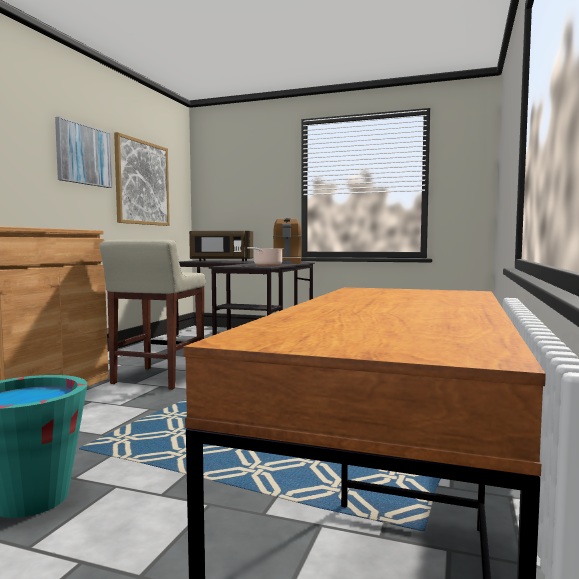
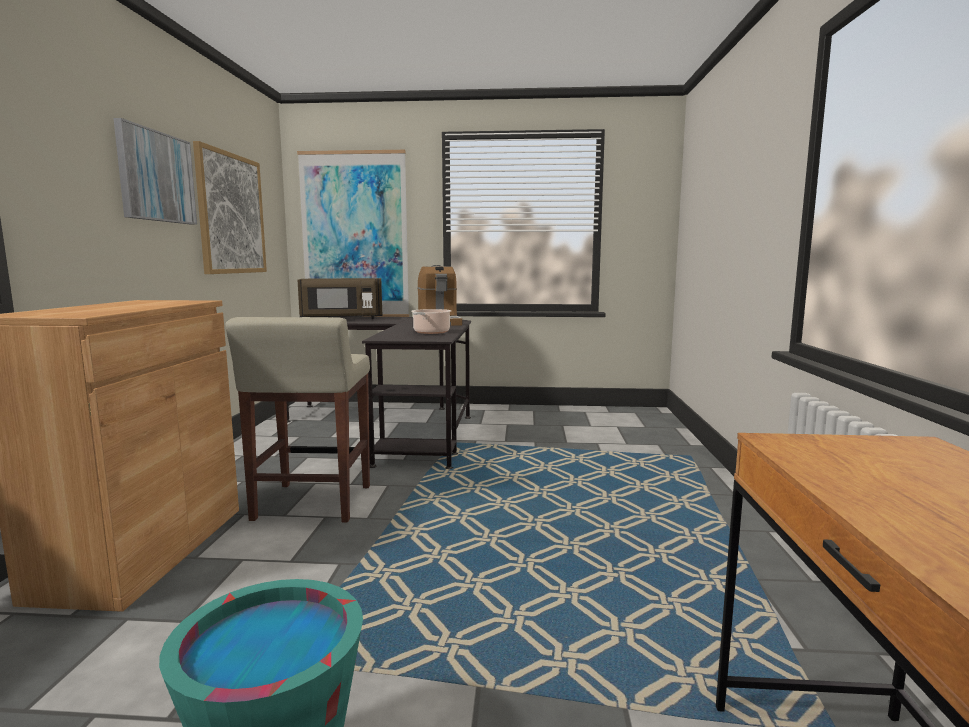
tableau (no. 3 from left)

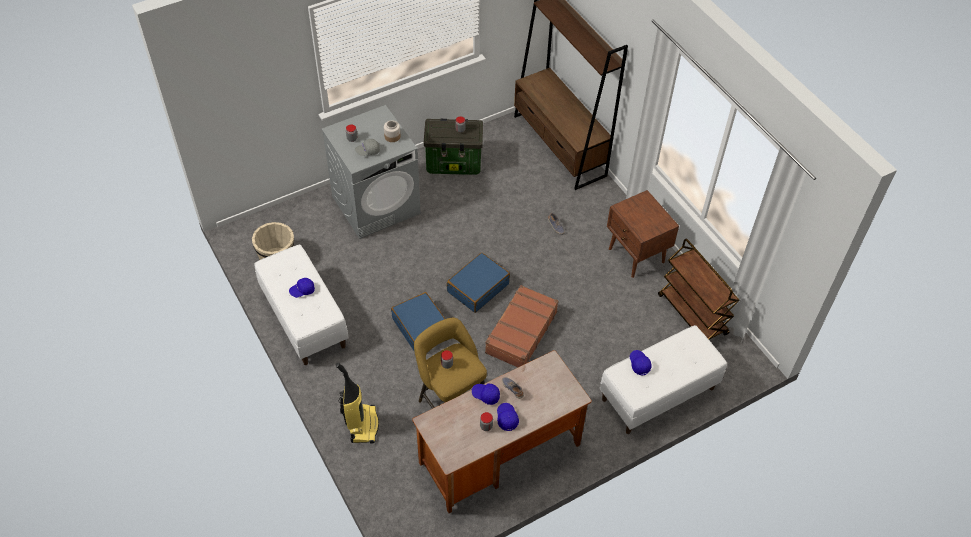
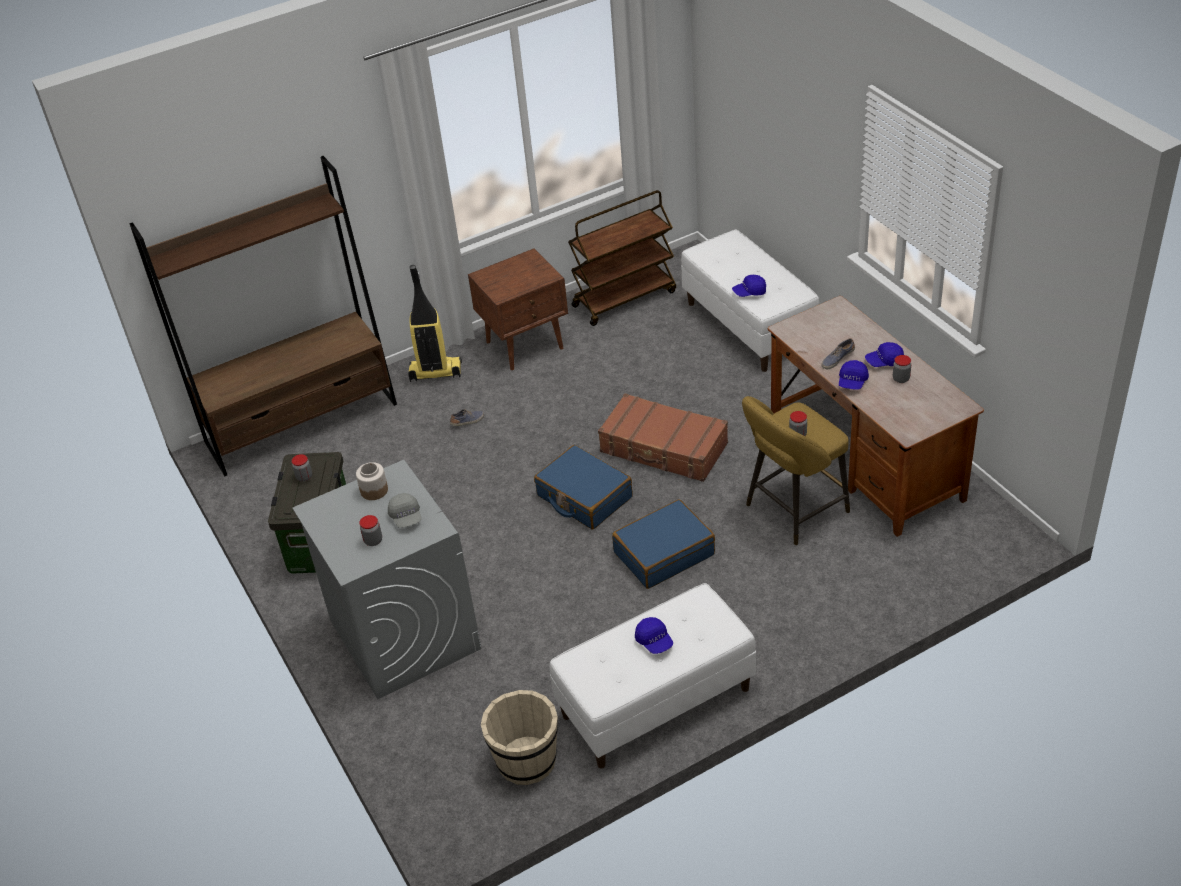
aspirateur

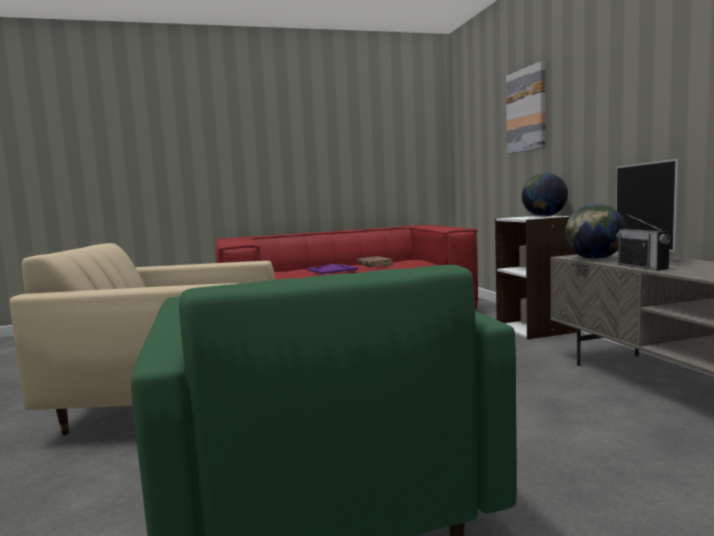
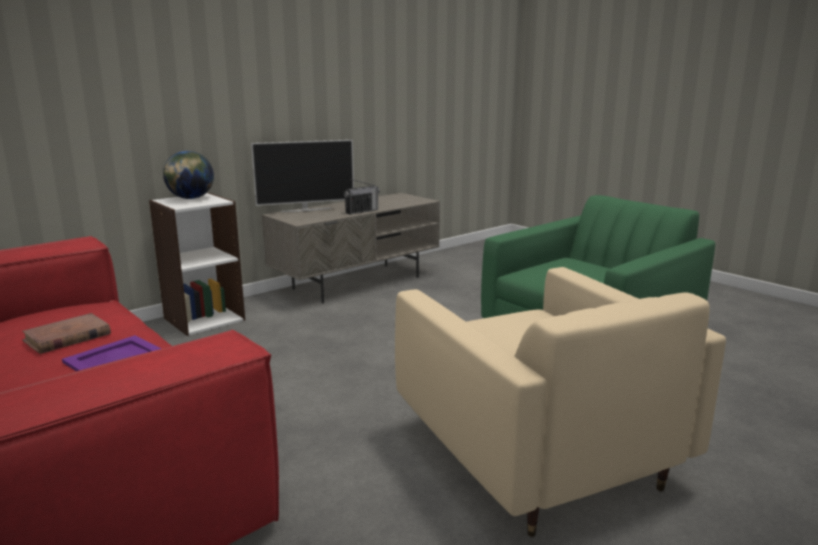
tableau
globe (no. 2 from left in the first image)

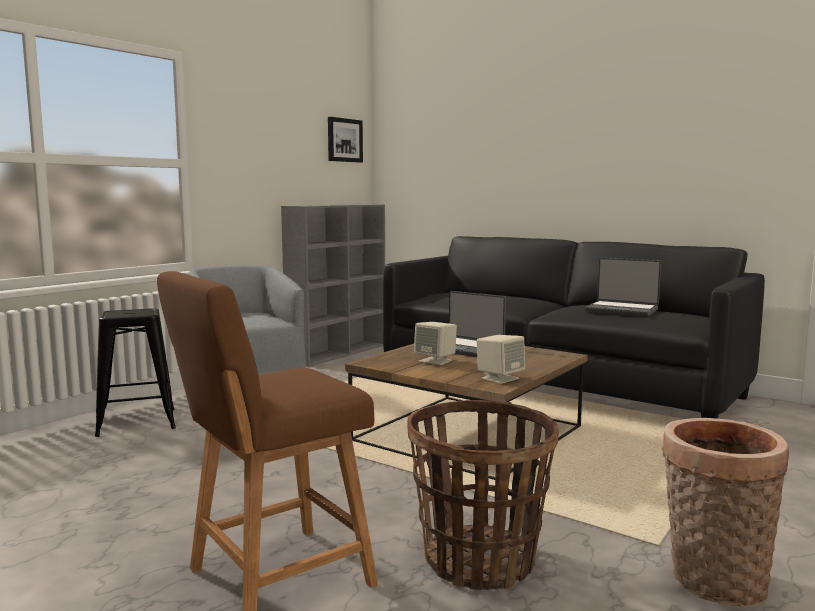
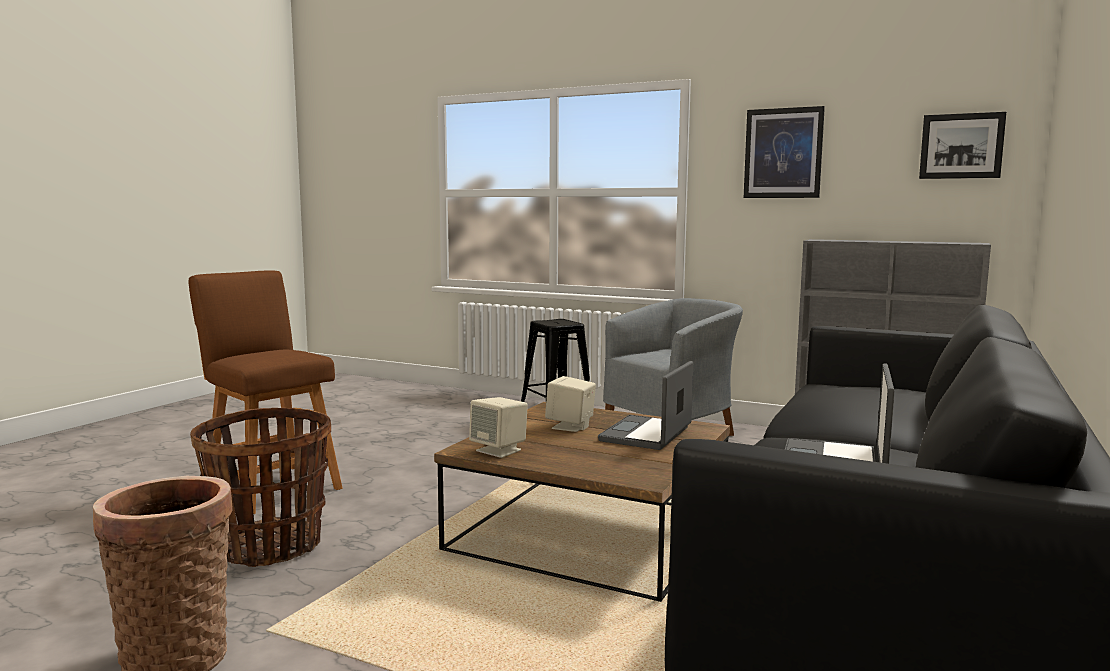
tableau (no. 1 from left)

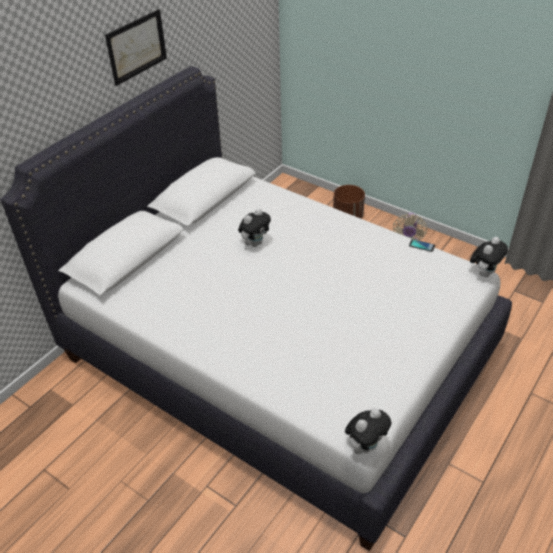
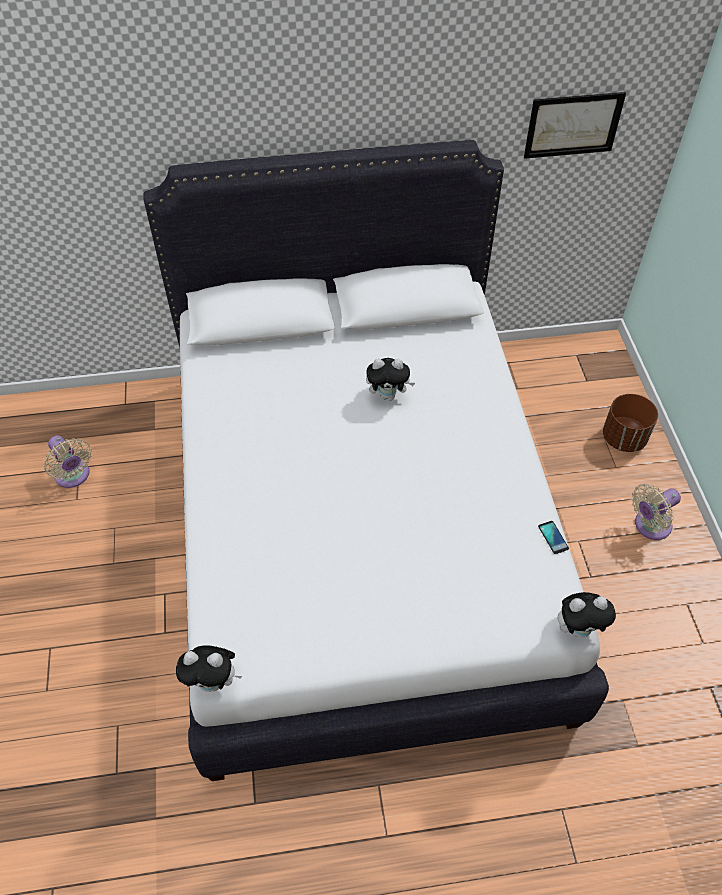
ventilateur (beige) (no. 1 from left)
tableau

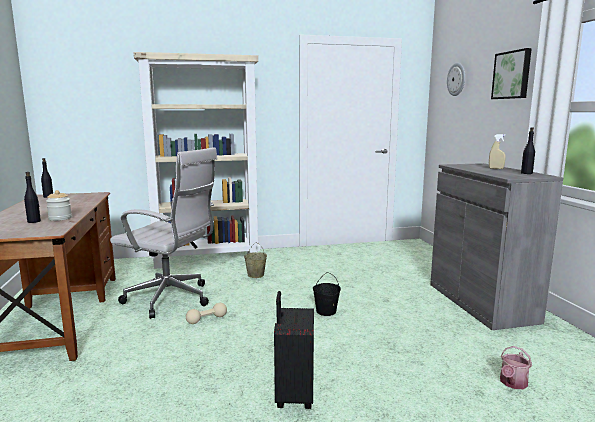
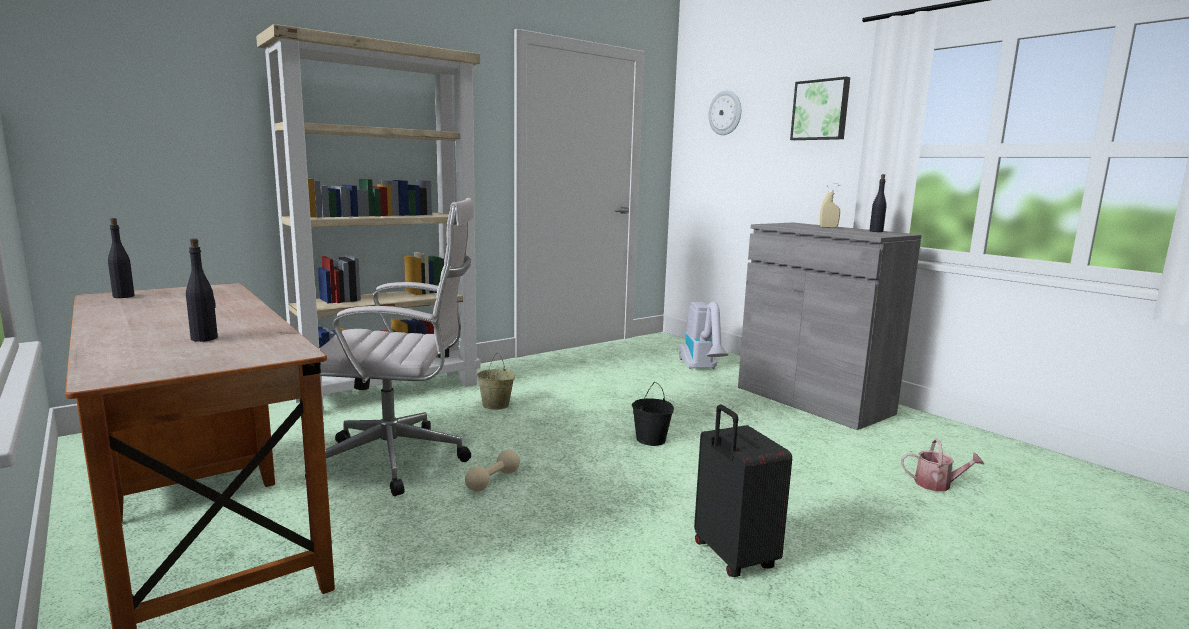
bocal
aspirateur
arrosoir

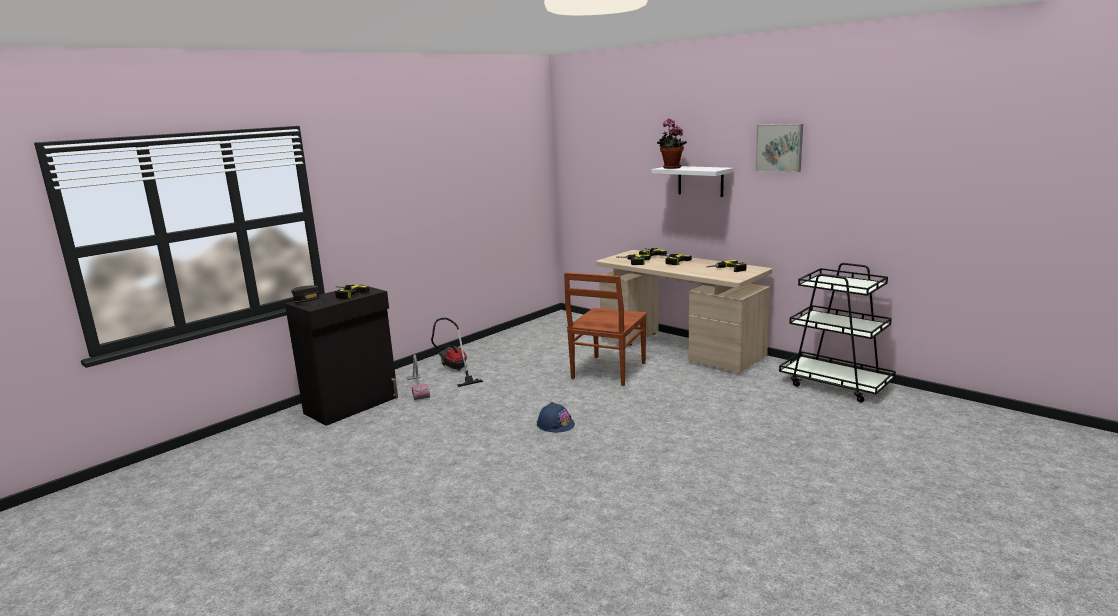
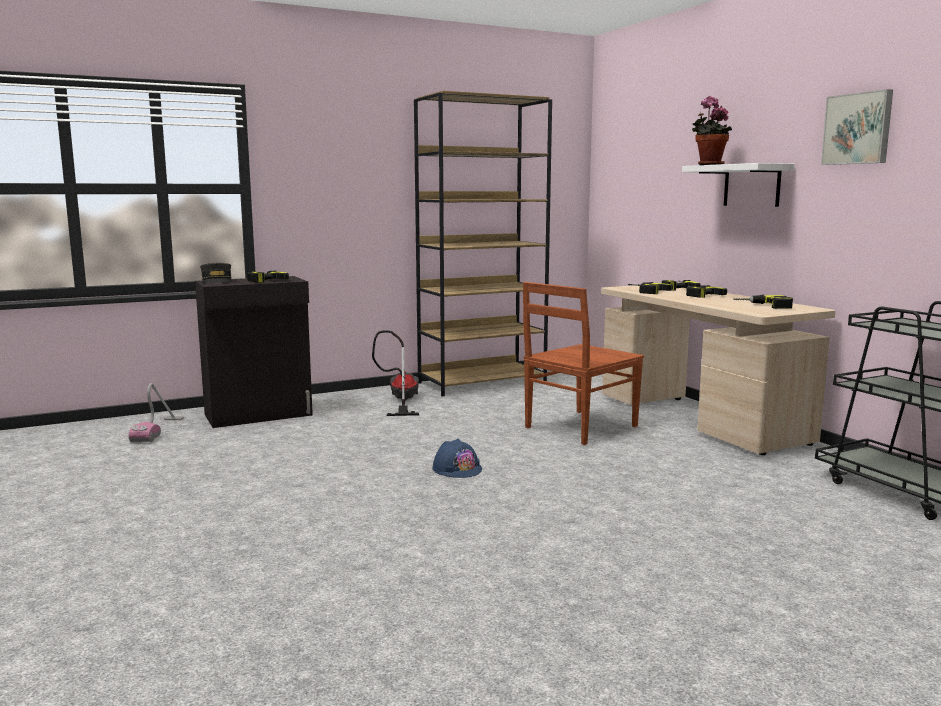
bibliothèque (marron)
aspirateur (no. 1 from left)

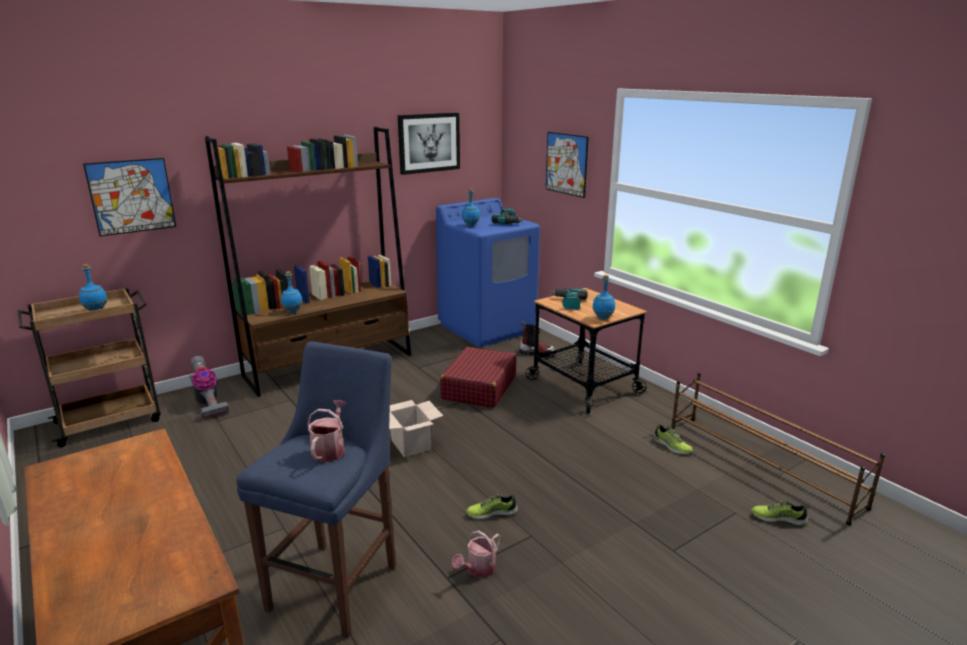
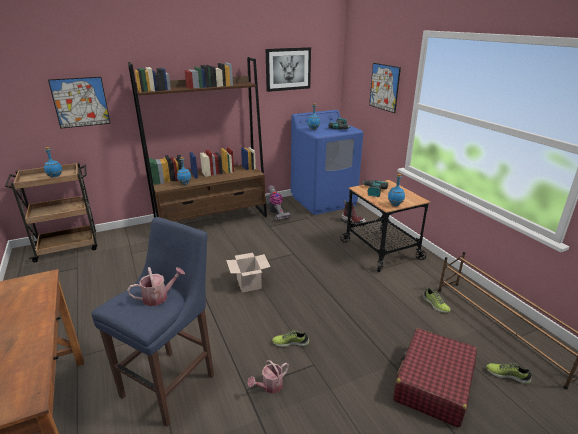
aspirateur
valise (rouge)
arrosoir (no. 1 from left)

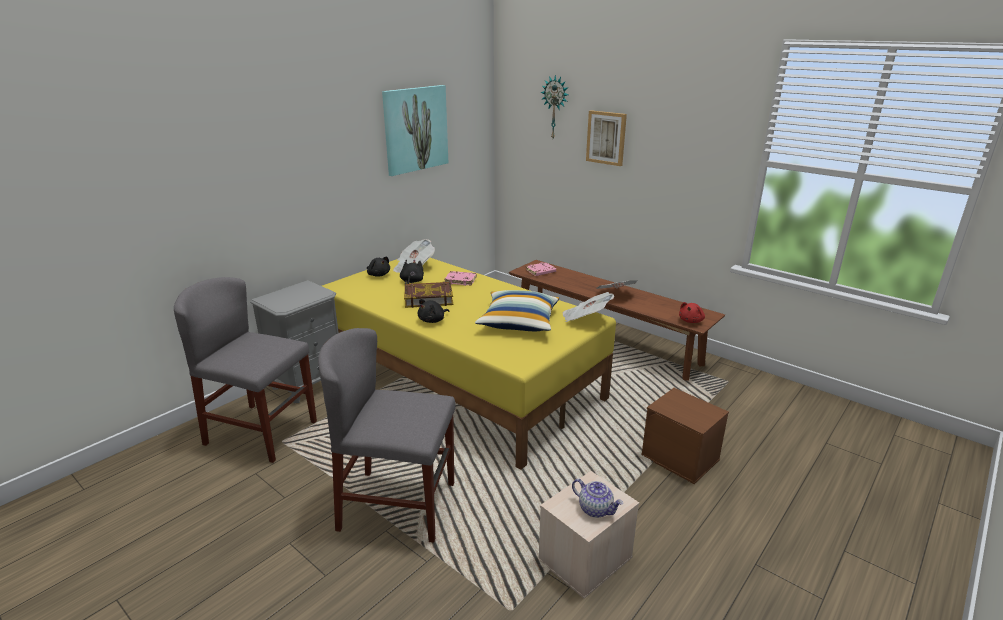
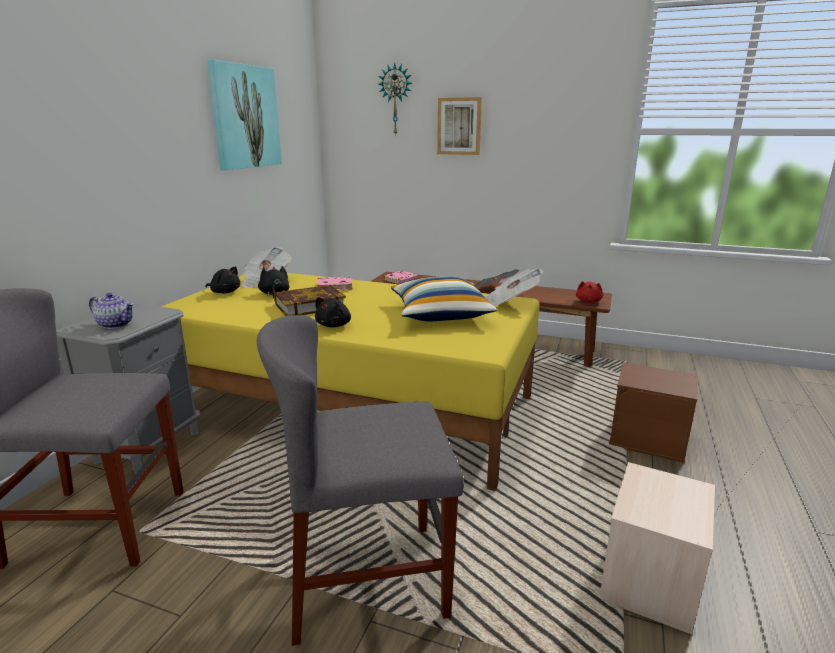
théière

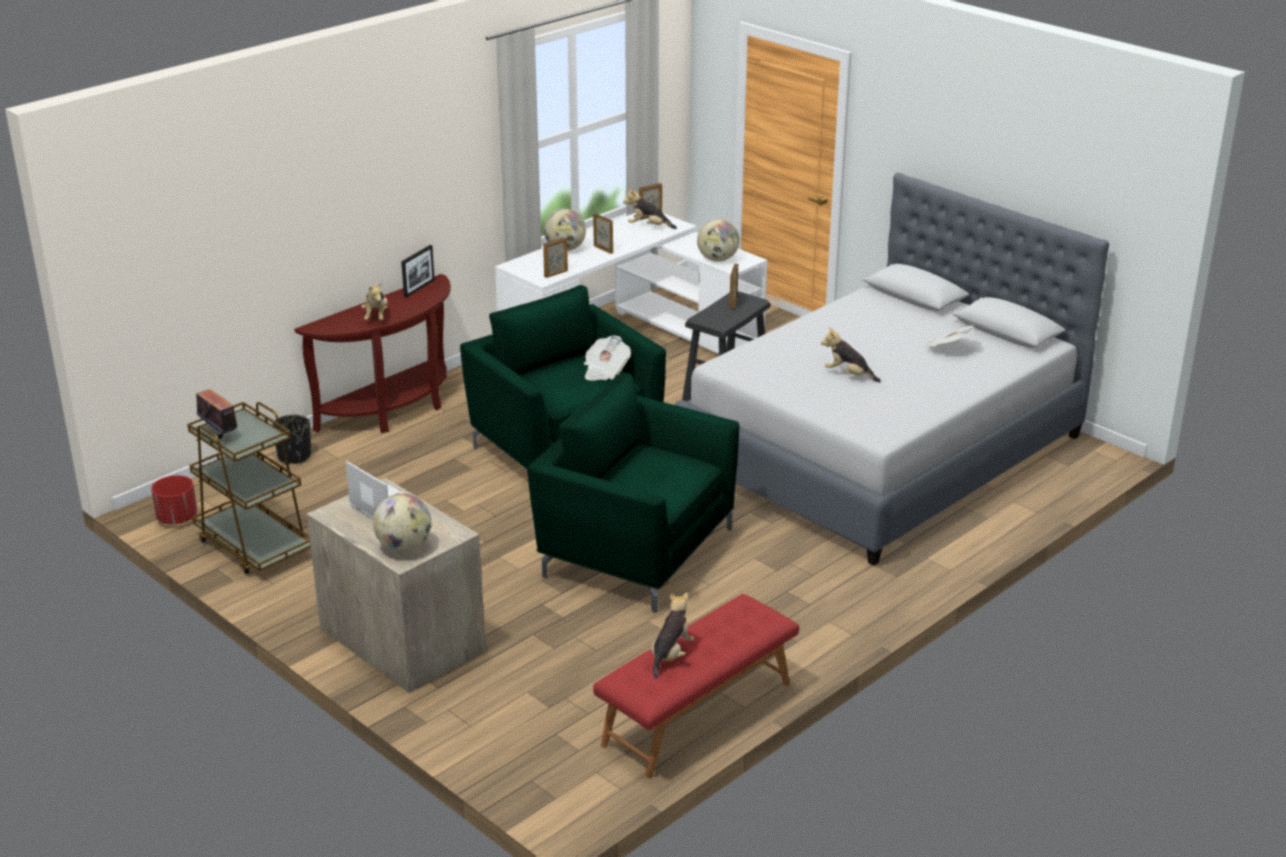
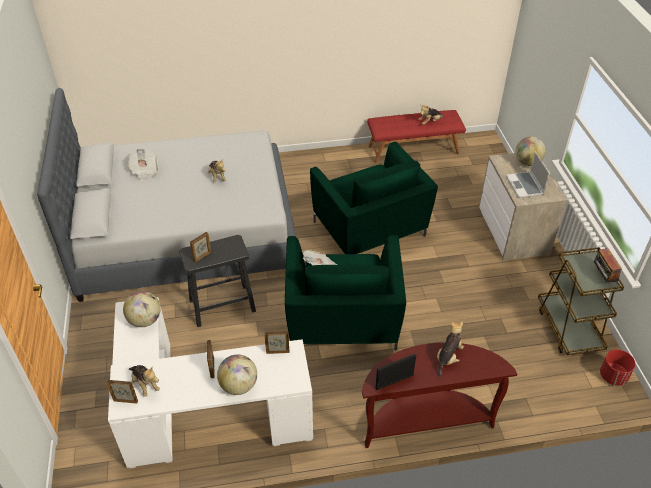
cache-pot (noir)

